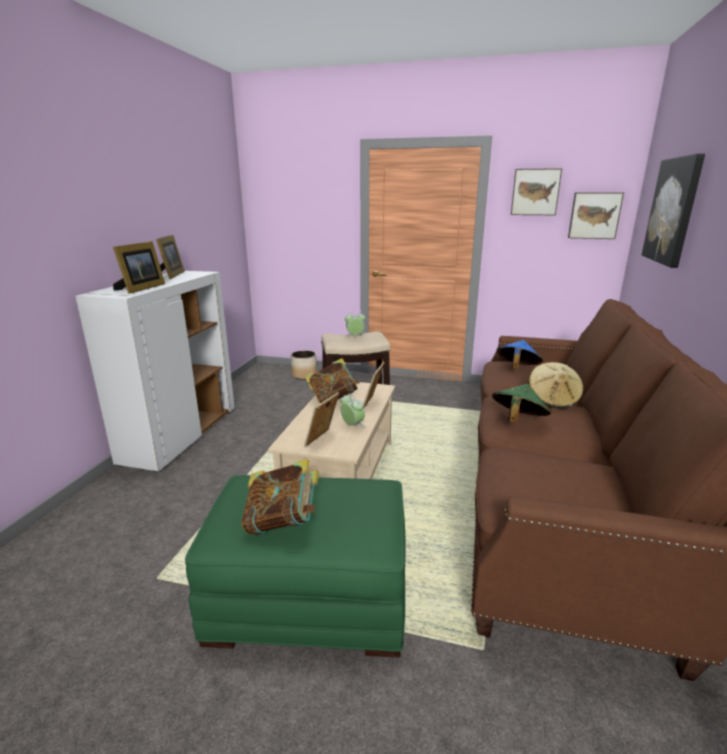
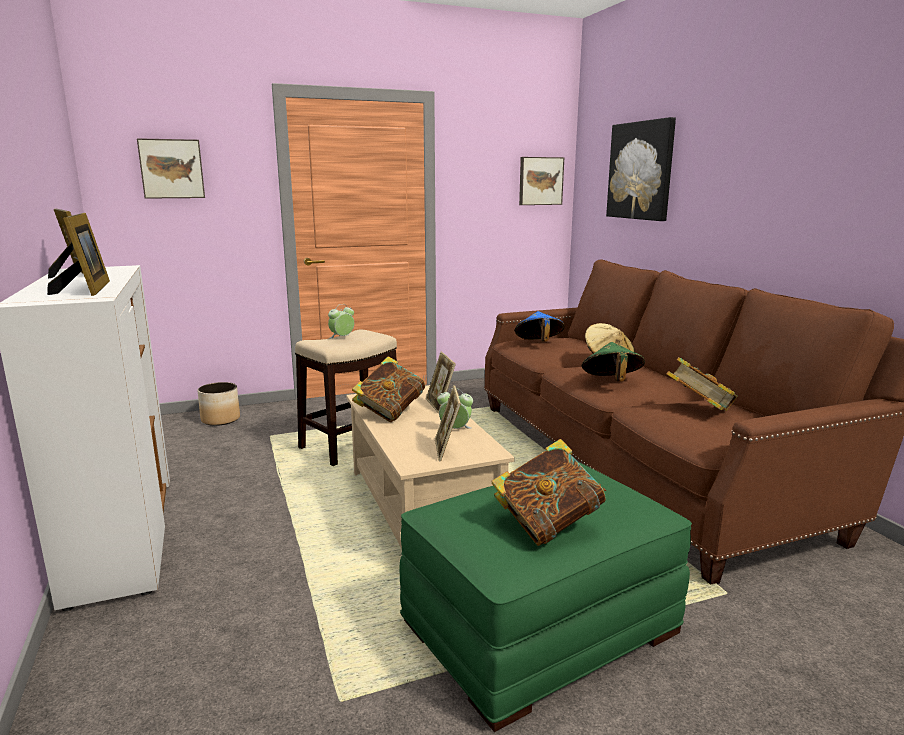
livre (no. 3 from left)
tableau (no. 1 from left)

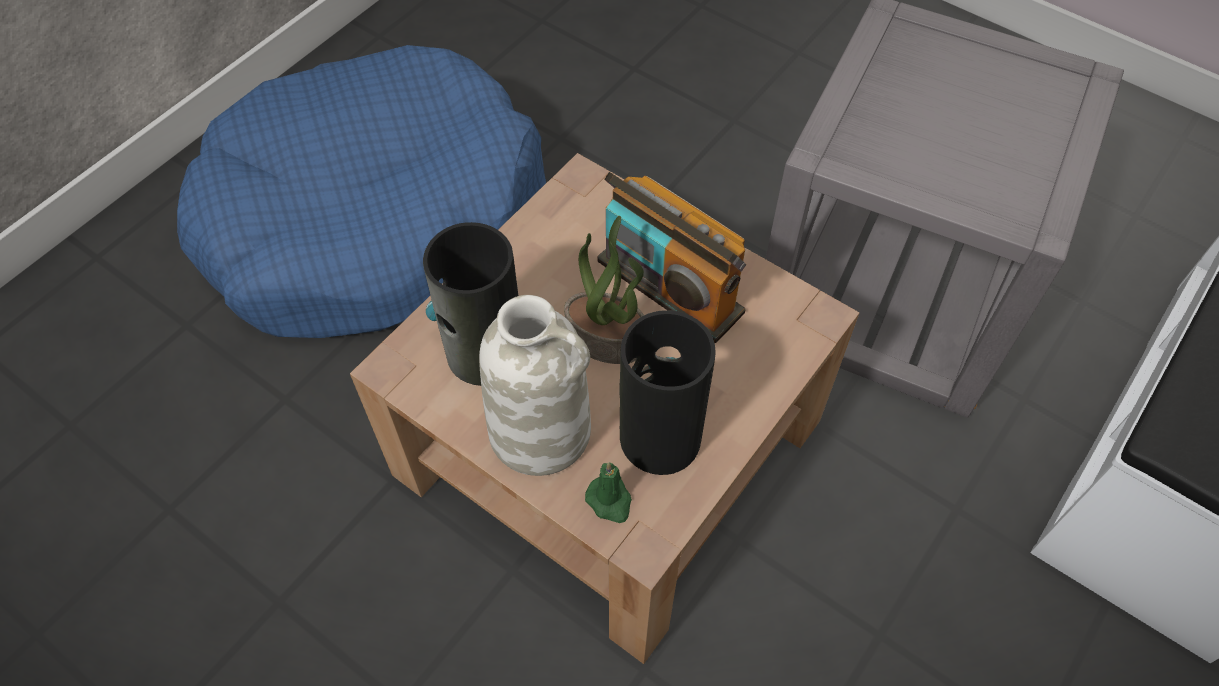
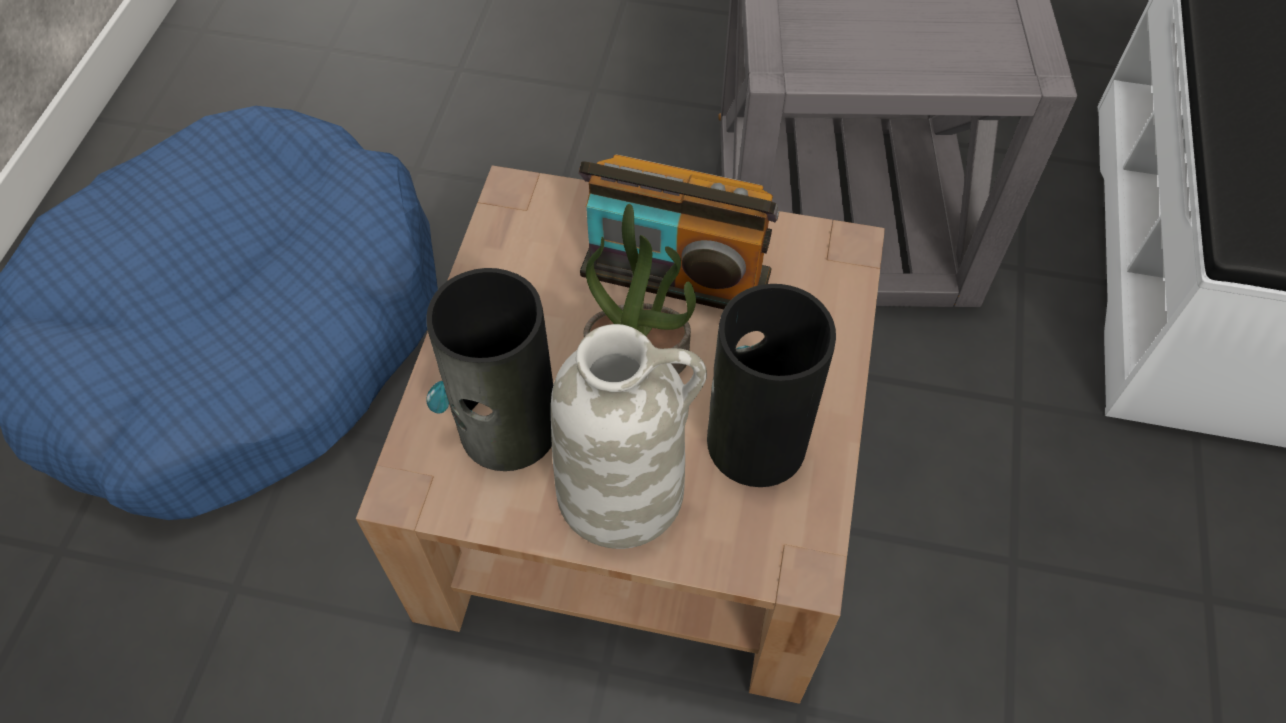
bougie (vert)

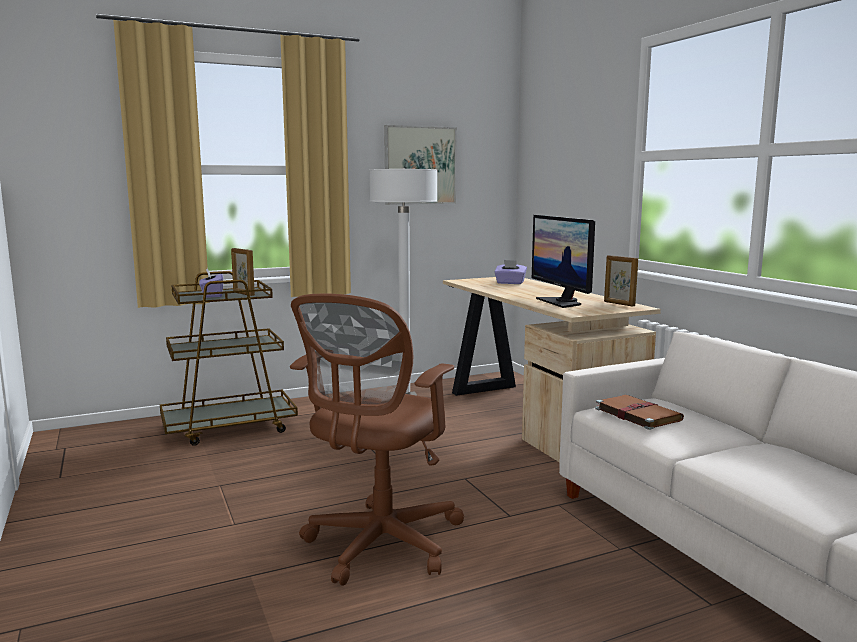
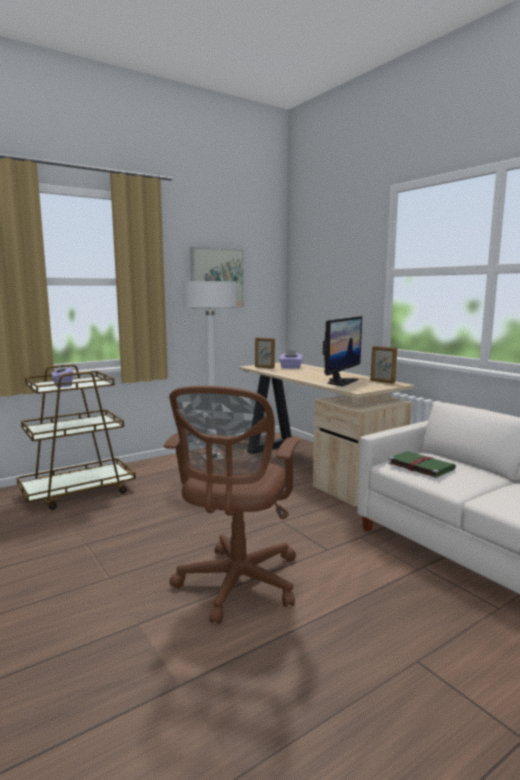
cadre photo (no. 1 from left)
livre (vert)
écran d'ordinateur

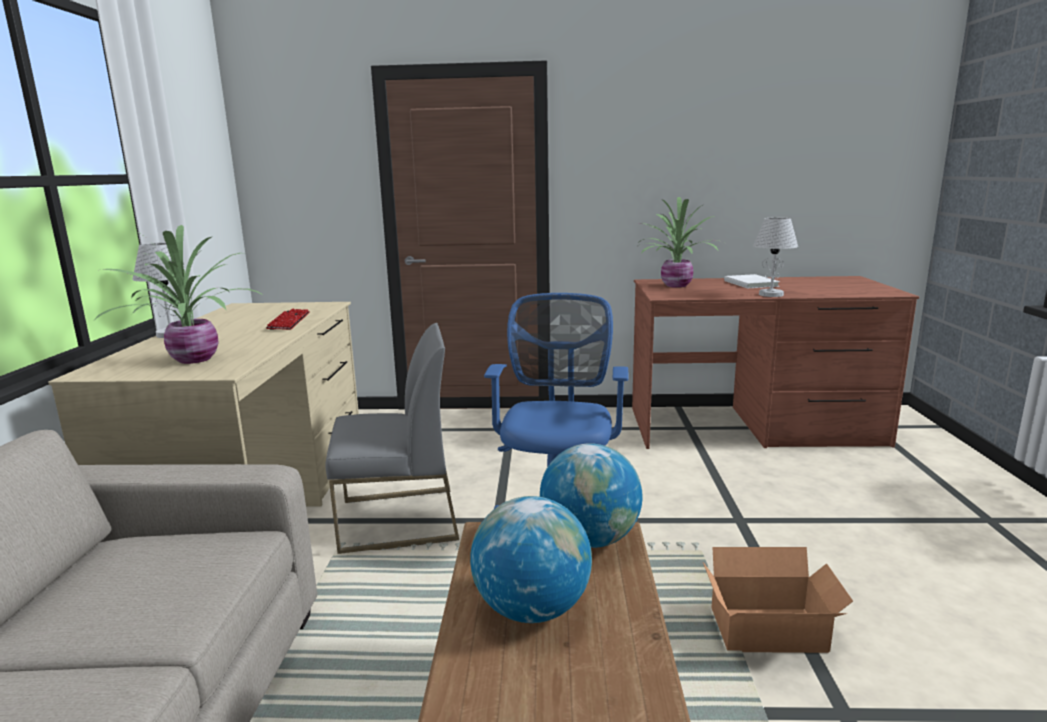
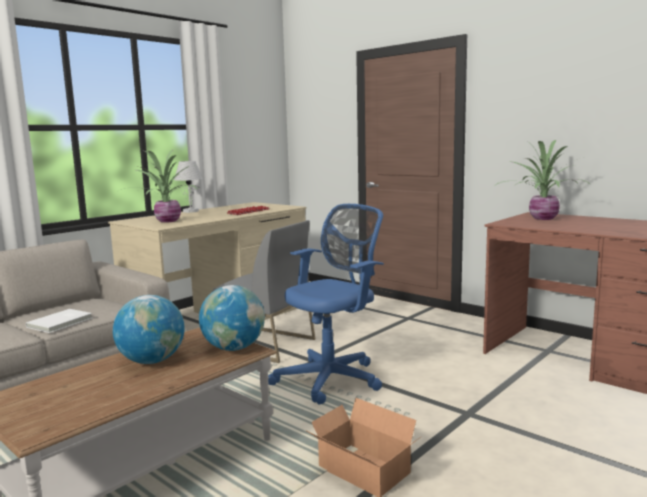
lampe de table (blanc) (no. 2 from left in the first image)
livre (blanc)

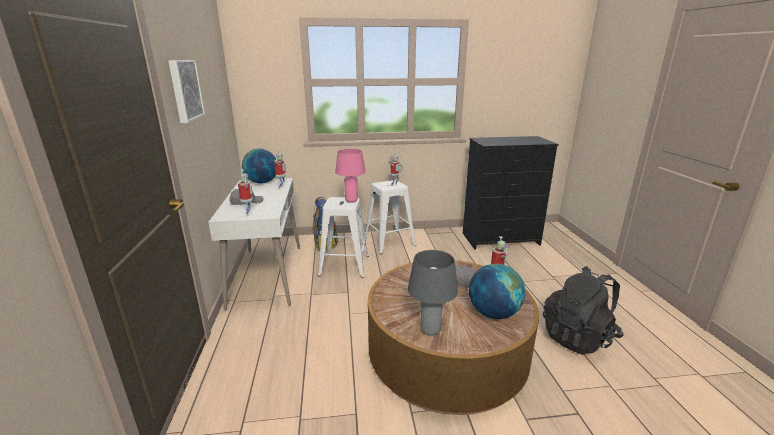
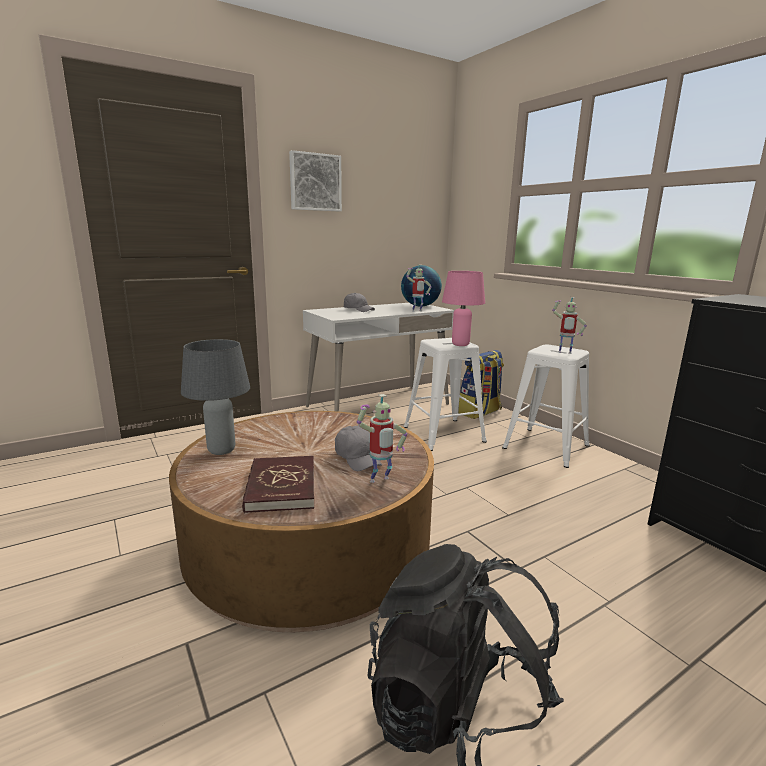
robot jouet (no. 1 from left in the first image)
livre (rouge)

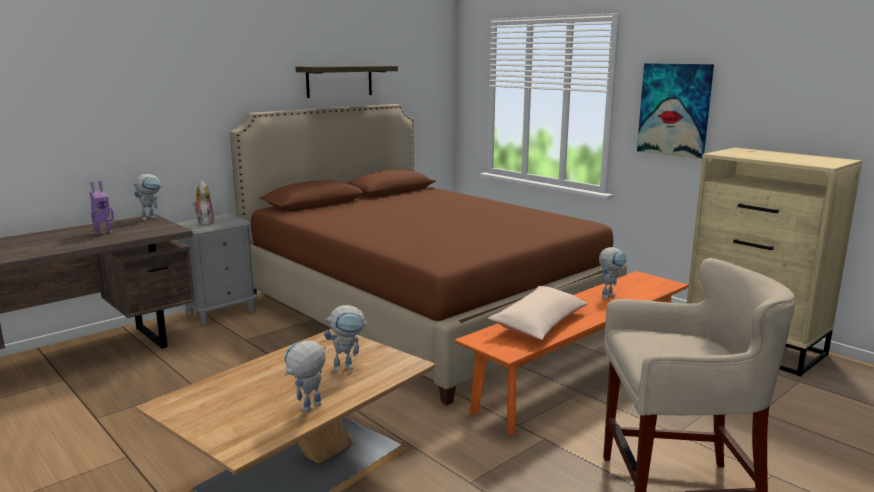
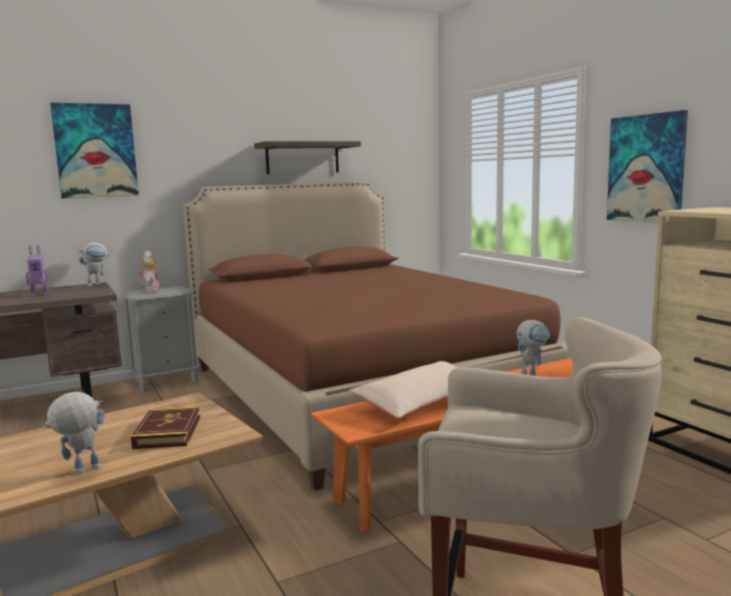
tableau (no. 1 from left)
livre

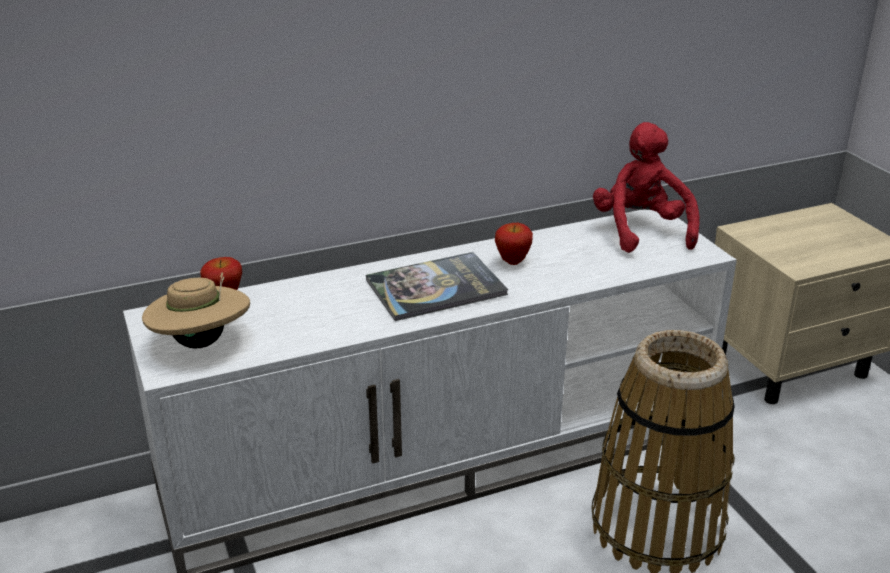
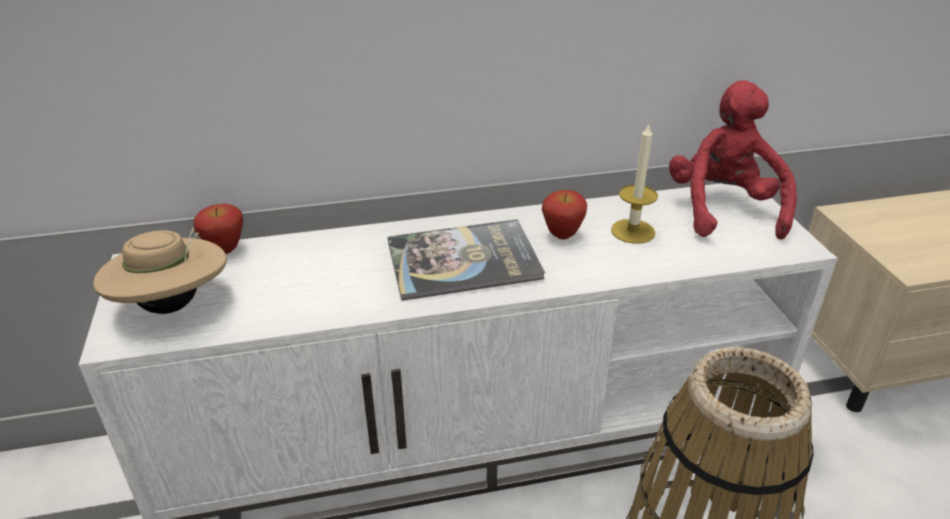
bougie

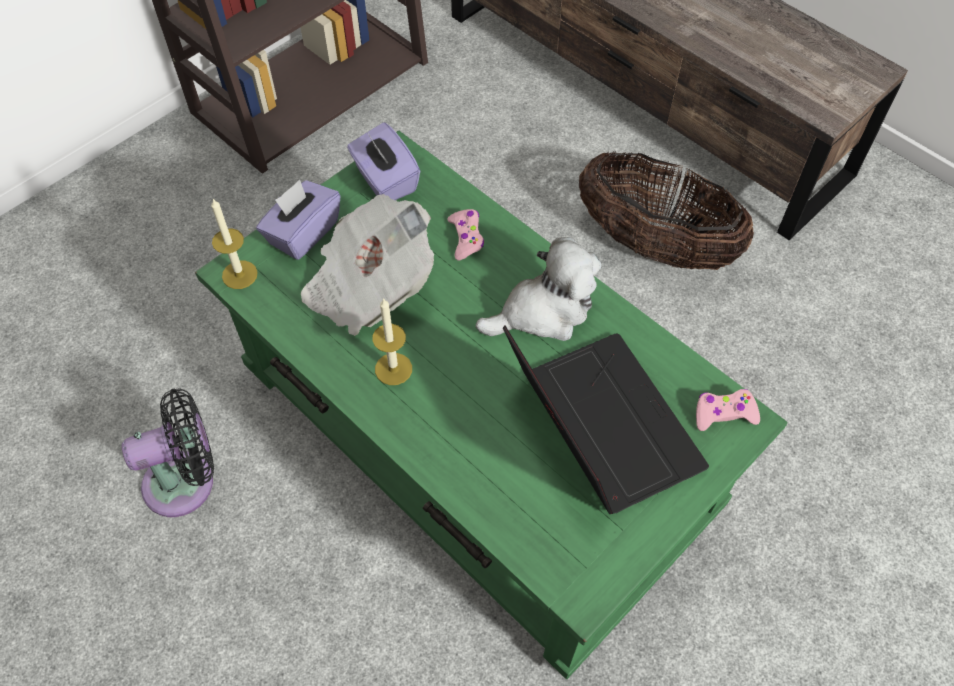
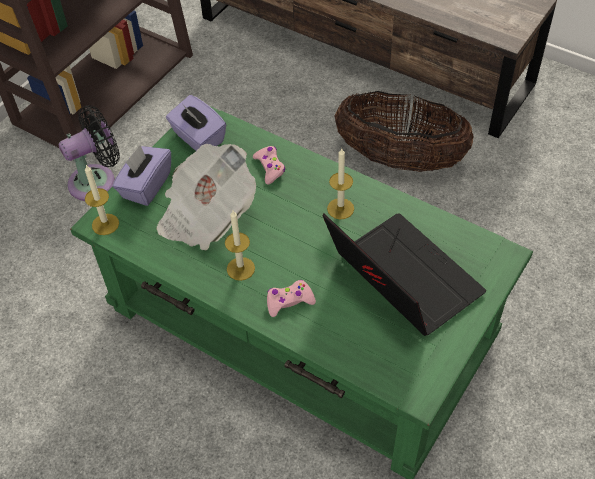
ventilateur (noir)
manette (rose) (no. 2 from left)
bougie (no. 3 from left)

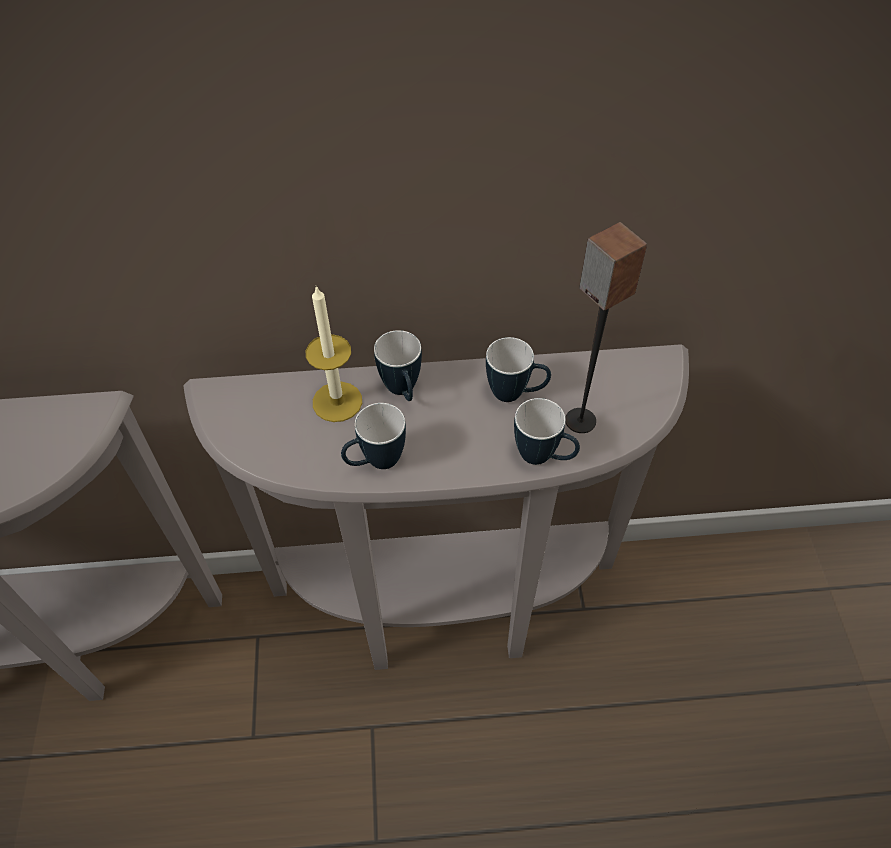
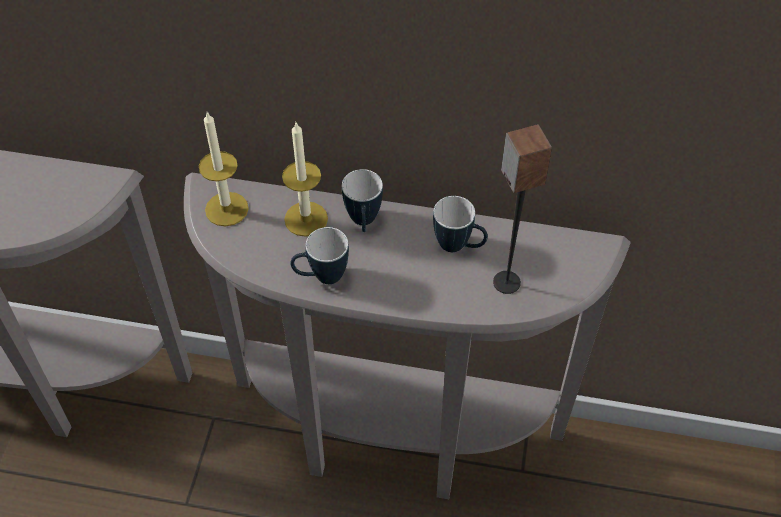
mug (no. 4 from left in the first image)
bougie (no. 1 from left)

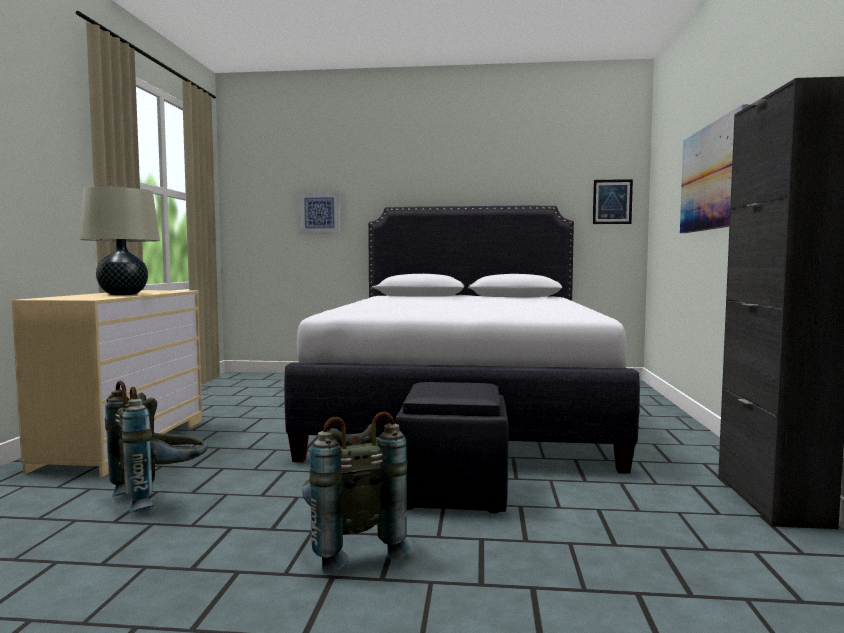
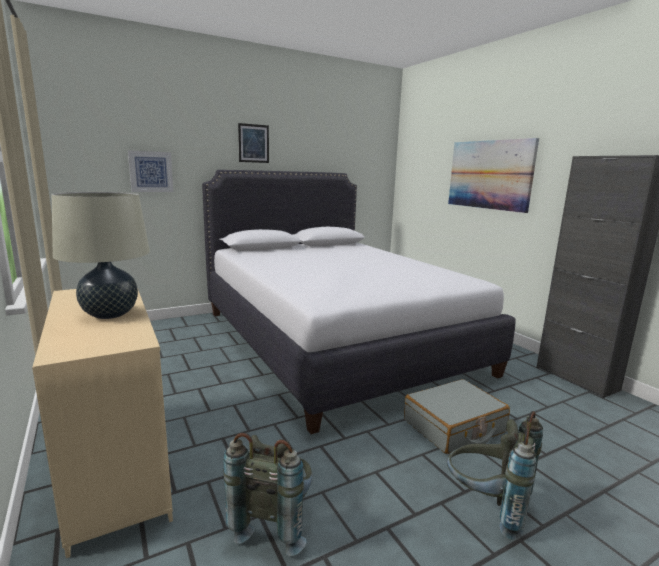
tableau (no. 2 from left)
valise (gris)

